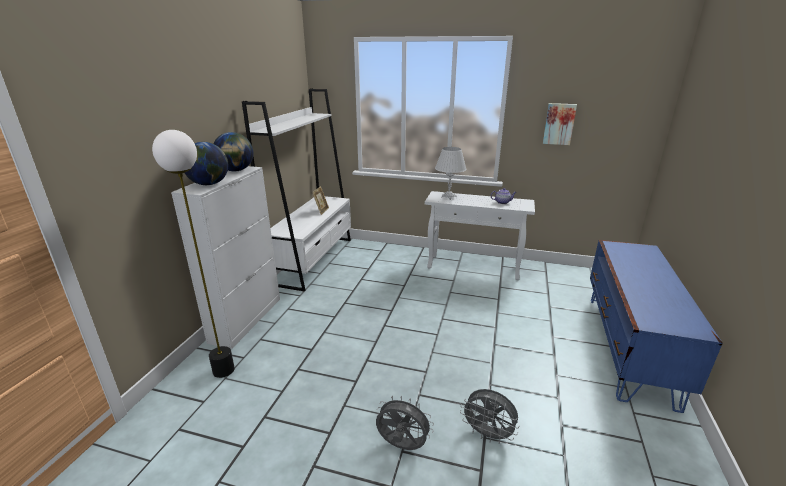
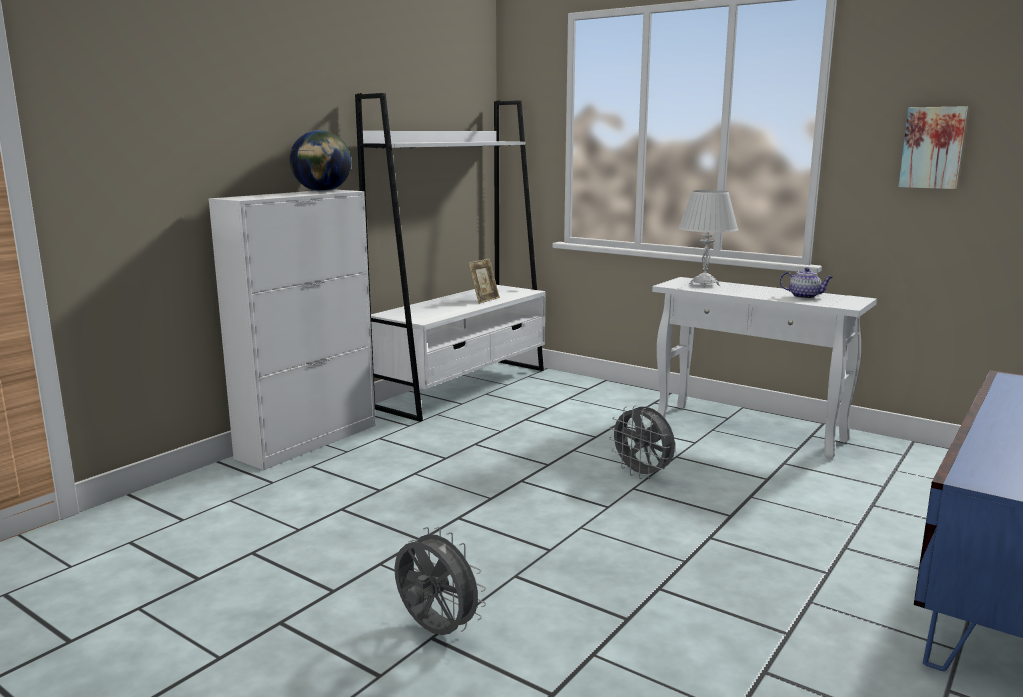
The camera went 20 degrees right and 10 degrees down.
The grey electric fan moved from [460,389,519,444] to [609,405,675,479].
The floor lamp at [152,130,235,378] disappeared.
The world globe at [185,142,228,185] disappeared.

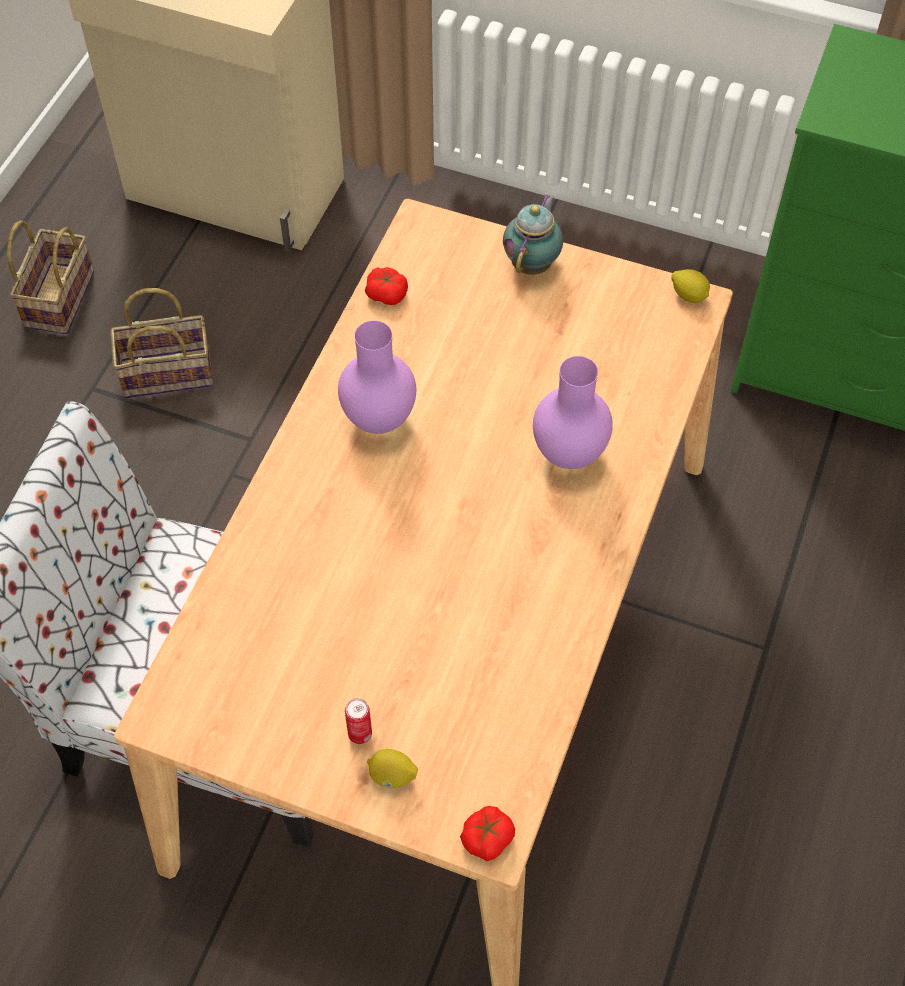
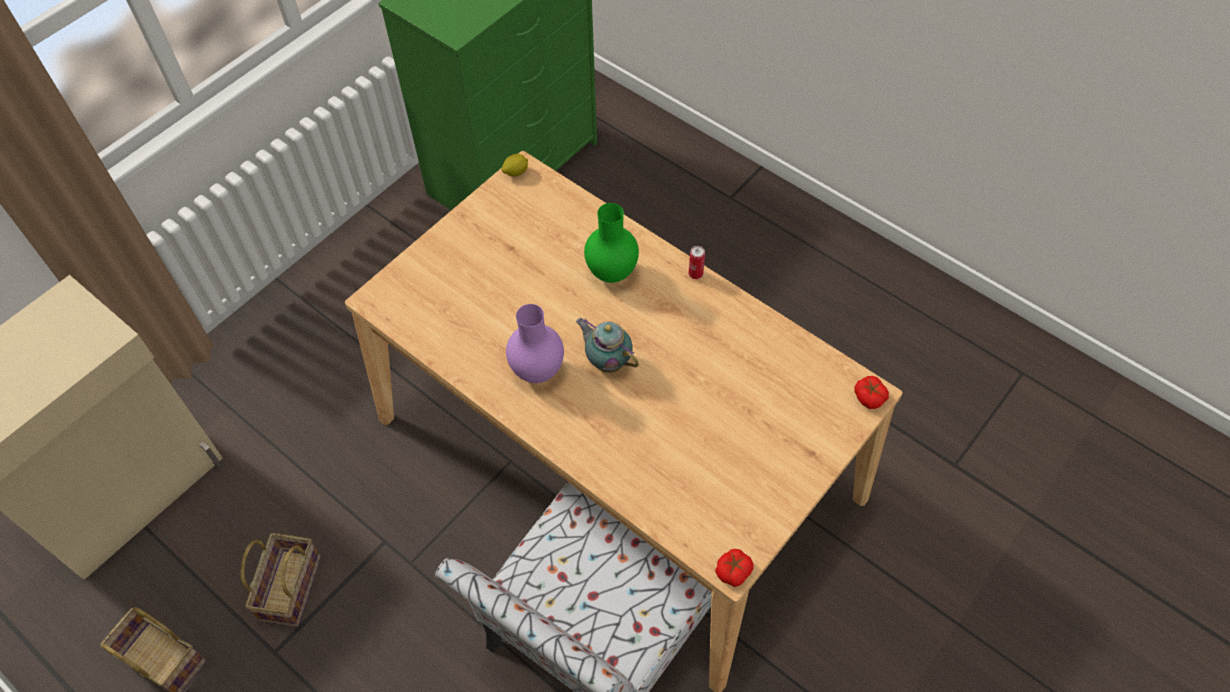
The camera went 70 degrees left and 0 degrees up.
The teapot moved from [503,195,563,275] to [576,318,639,373].
The purplish flower vase at [533,356,613,469] became the green flower vase at [584,203,639,283].
The sealed can moved from [345,698,372,744] to [689,246,705,279].
The whole tomato moved from [365,267,408,305] to [715,549,754,587].
The citrus fruit at [367,749,418,788] disappeared.

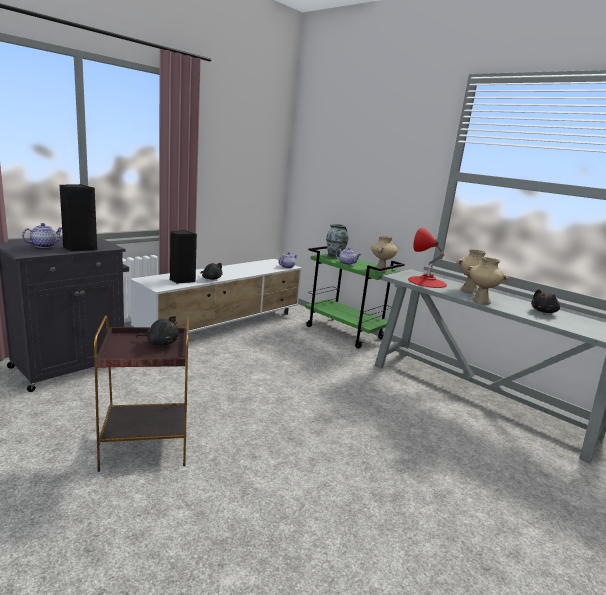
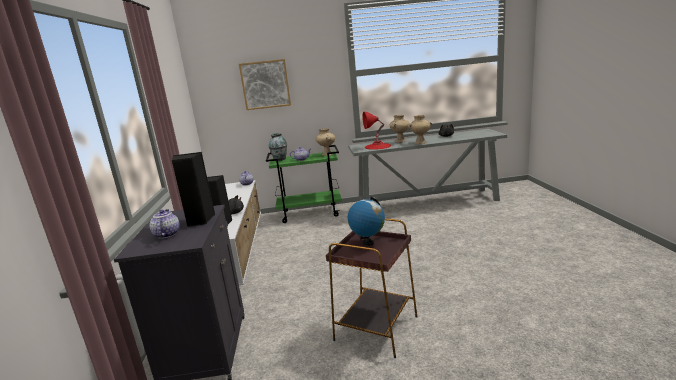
The camera went 45 degrees left and 0 degrees up.
The wall picture at [239,59,291,110] appeared.
The black cuddly toy at [136,316,179,346] was replaced by the world globe at [348,197,385,246].

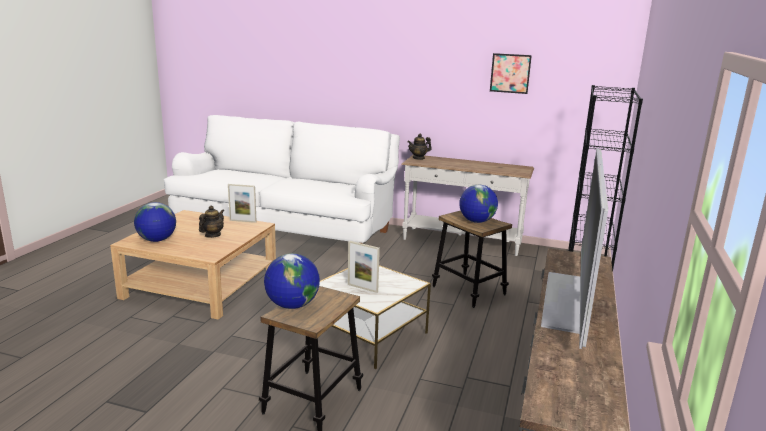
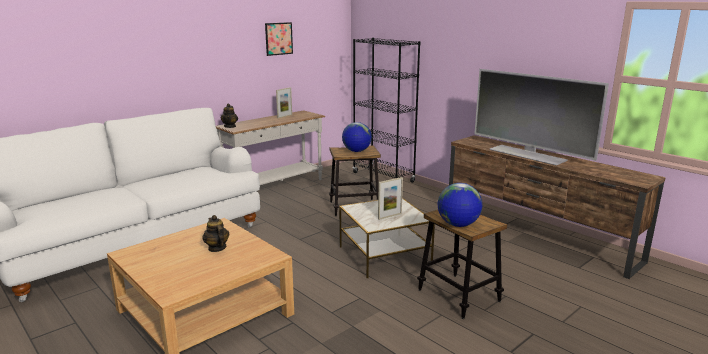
The camera went 60 degrees left and 0 degrees up.
The standing frame moved from [228,184,257,223] to [276,87,292,118].
The world globe at [134,202,176,242] disappeared.

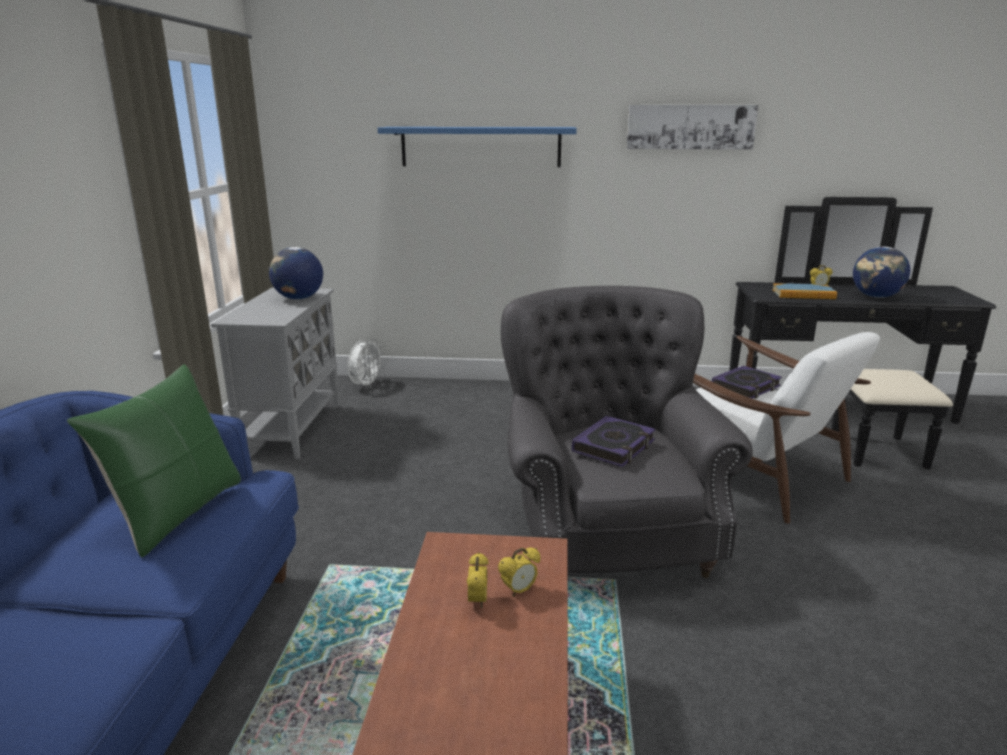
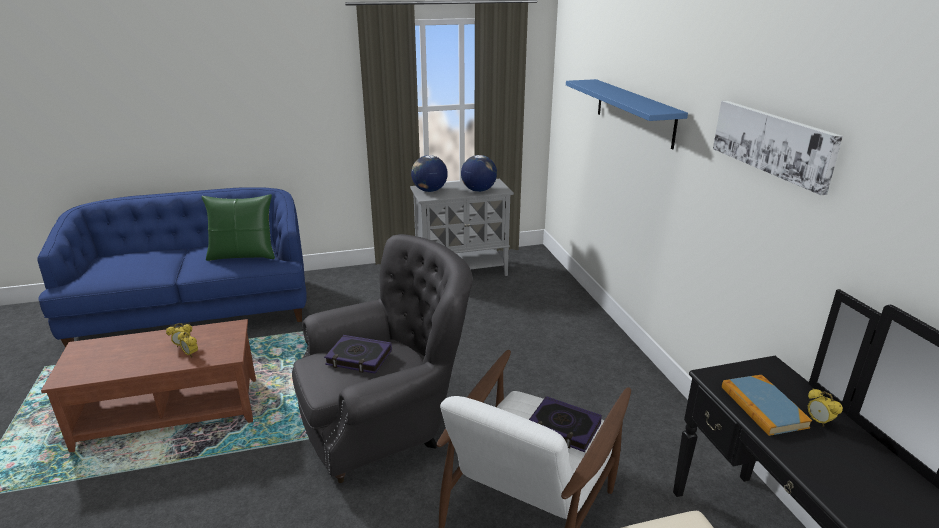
The camera went 70 degrees right and 5 degrees up.
The world globe moved from [853,247,910,298] to [411,155,448,192].
The whitish electric fan at [348,338,384,389] disappeared.

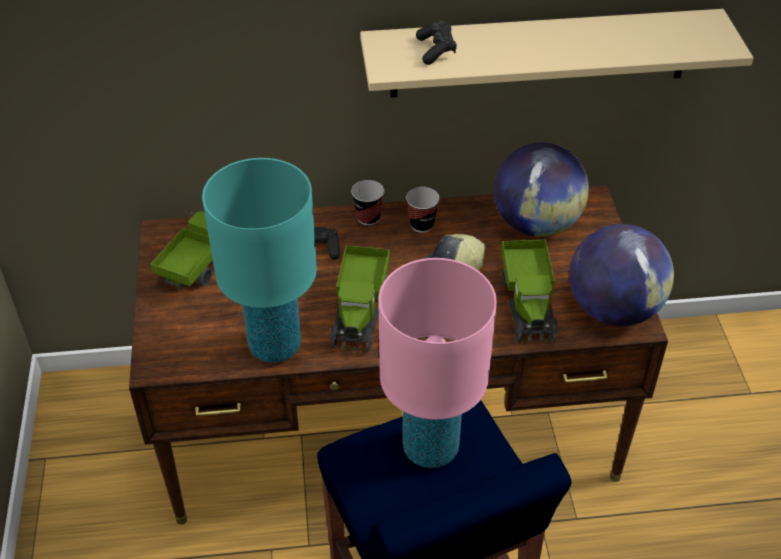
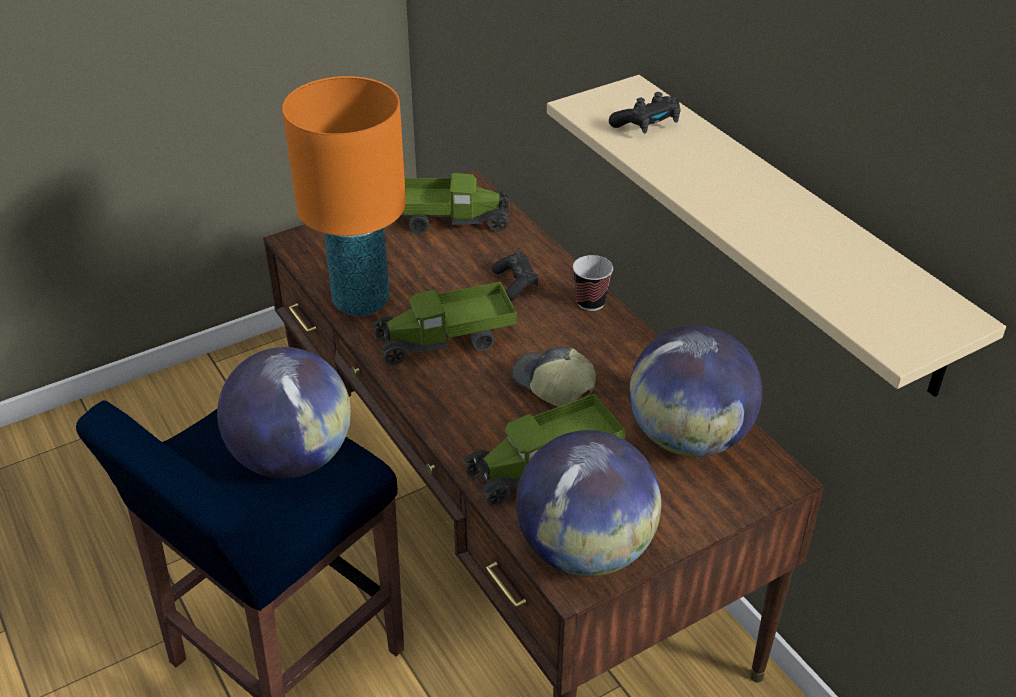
The camera went 65 degrees right and 5 degrees down.
The pinkish lamp for a table at [378,258,497,468] was replaced by the world globe at [217,347,351,479].
The turquoise-coloured lamp for a table at [202,158,317,363] became the orangey lamp for a table at [282,76,406,316].
The small cup at [406,187,439,233] disappeared.

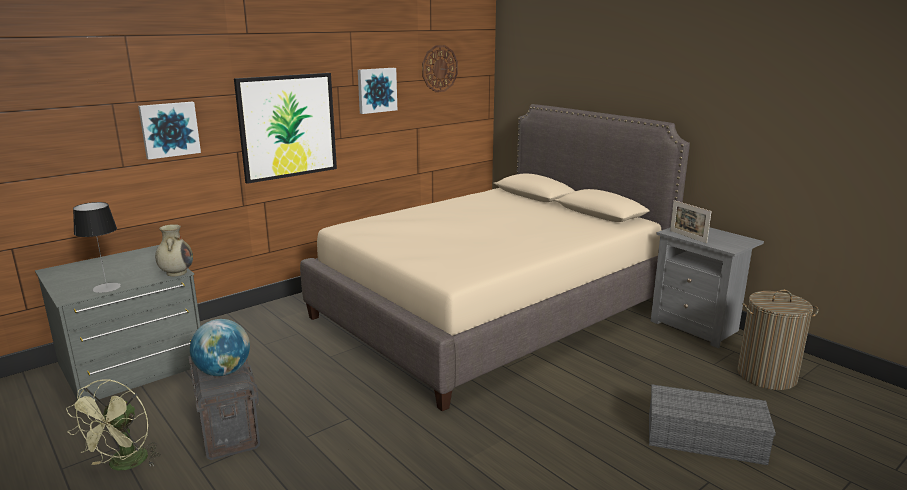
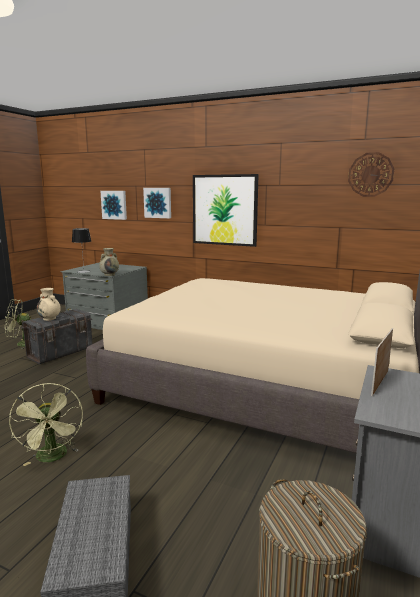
The camera went 65 degrees right and 5 degrees down.
The green electric fan at [9,383,83,466] appeared.
The world globe at [190,319,250,376] was replaced by the beige-coloured flower vase at [37,288,61,321].
The wall picture moved from [358,68,397,114] to [100,191,127,220].

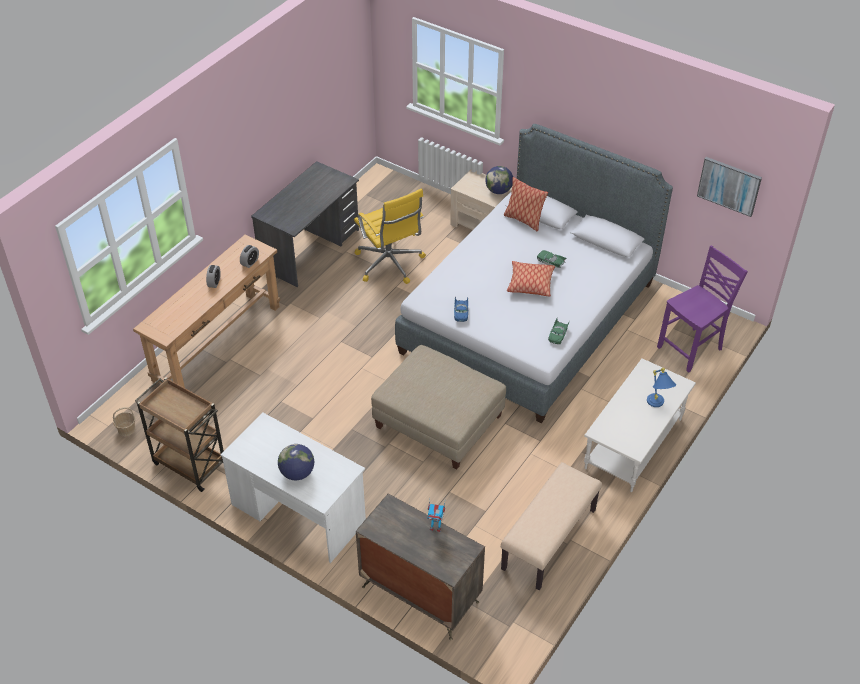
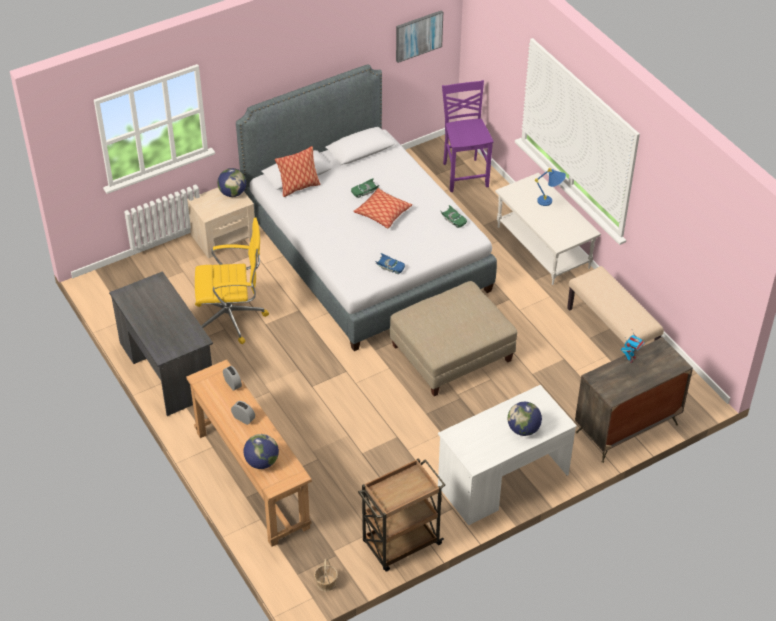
The camera went 65 degrees left and 0 degrees up.
The world globe at [244,434,279,469] appeared.

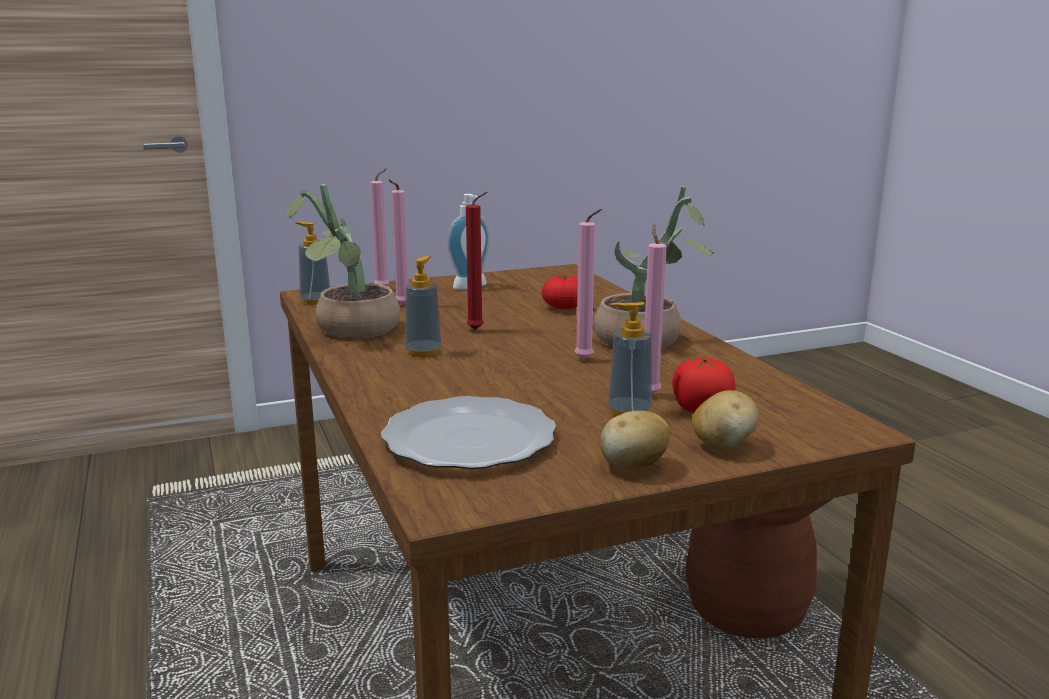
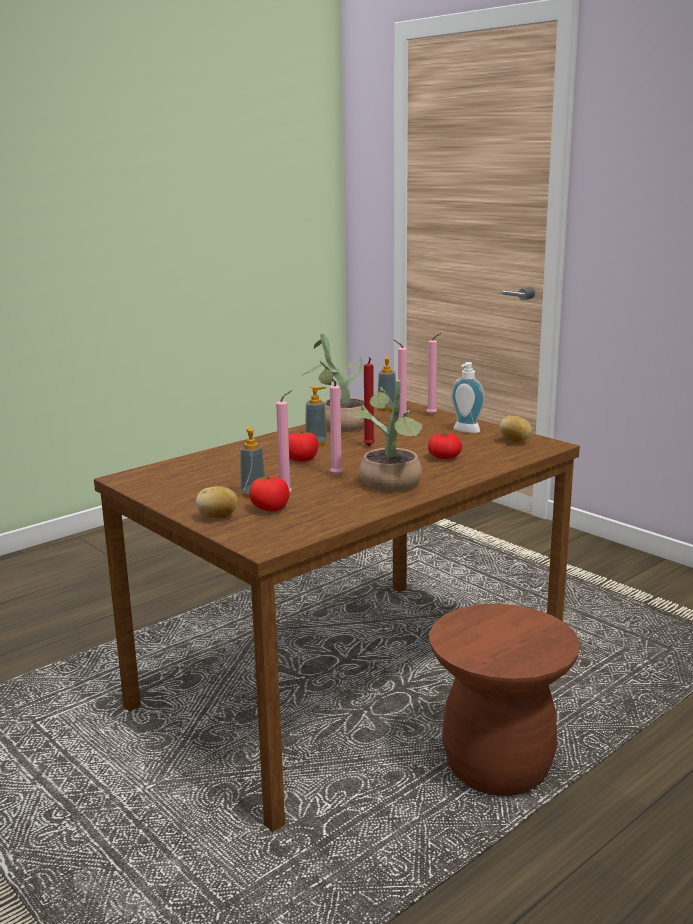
The camera went 70 degrees right and 0 degrees up.
The whole tomato at [289,431,319,462] appeared.
The potato moved from [600,411,670,469] to [500,416,532,443].
The dinner plate at [381,396,556,469] disappeared.

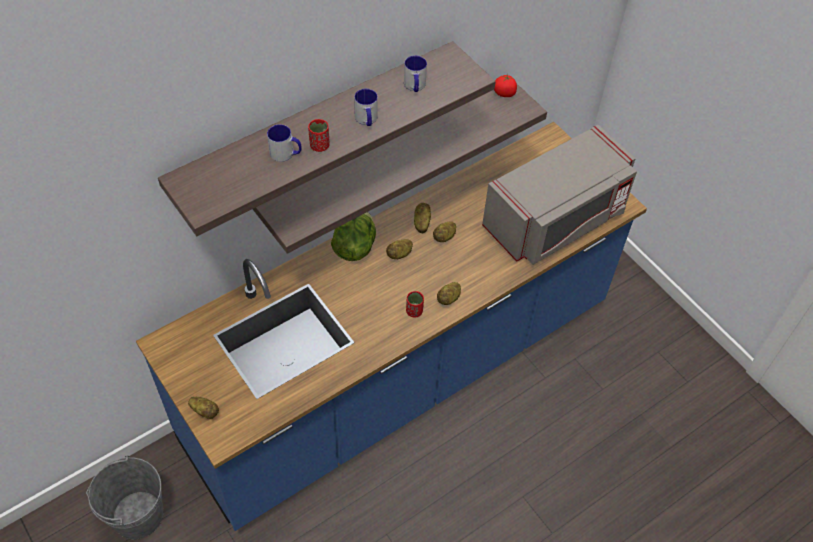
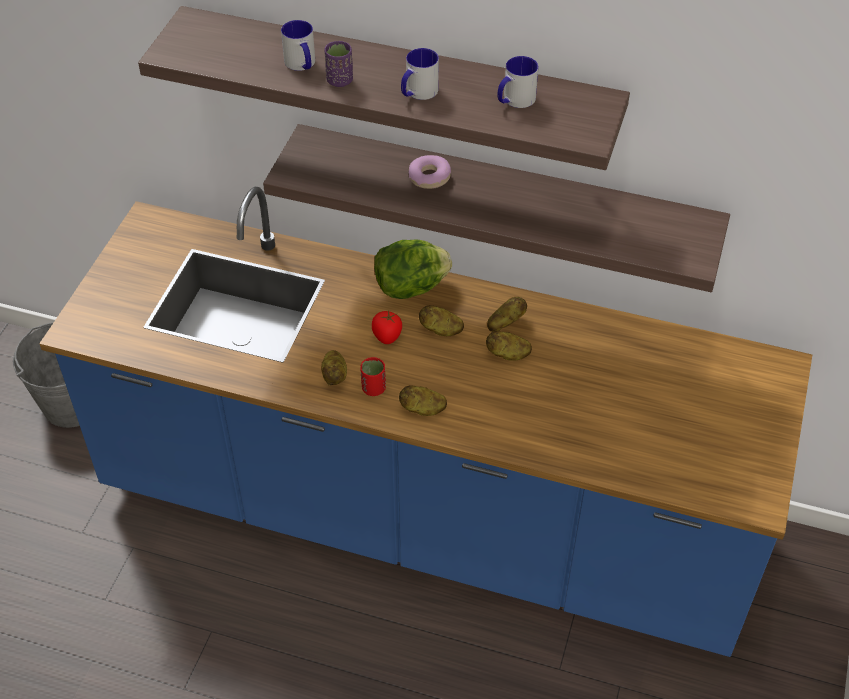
The camera went 55 degrees right and 5 degrees down.
The potato moved from [188,397,219,419] to [321,350,347,386].
The red-coloured small cup at [308,119,330,152] became the purplish small cup at [325,41,353,87].
The whole tomato moved from [494,74,517,97] to [372,310,402,344].
The donut at [409,155,451,189] appeared.
The grey microwave at [482,125,637,265] disappeared.

